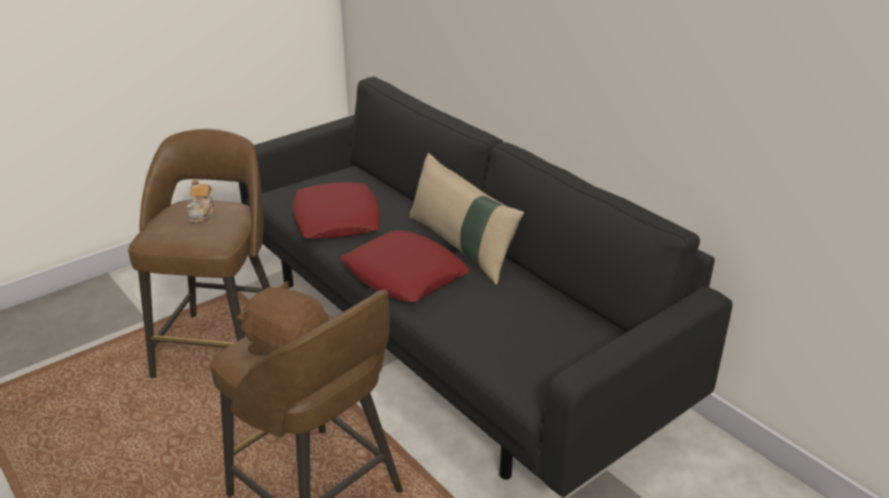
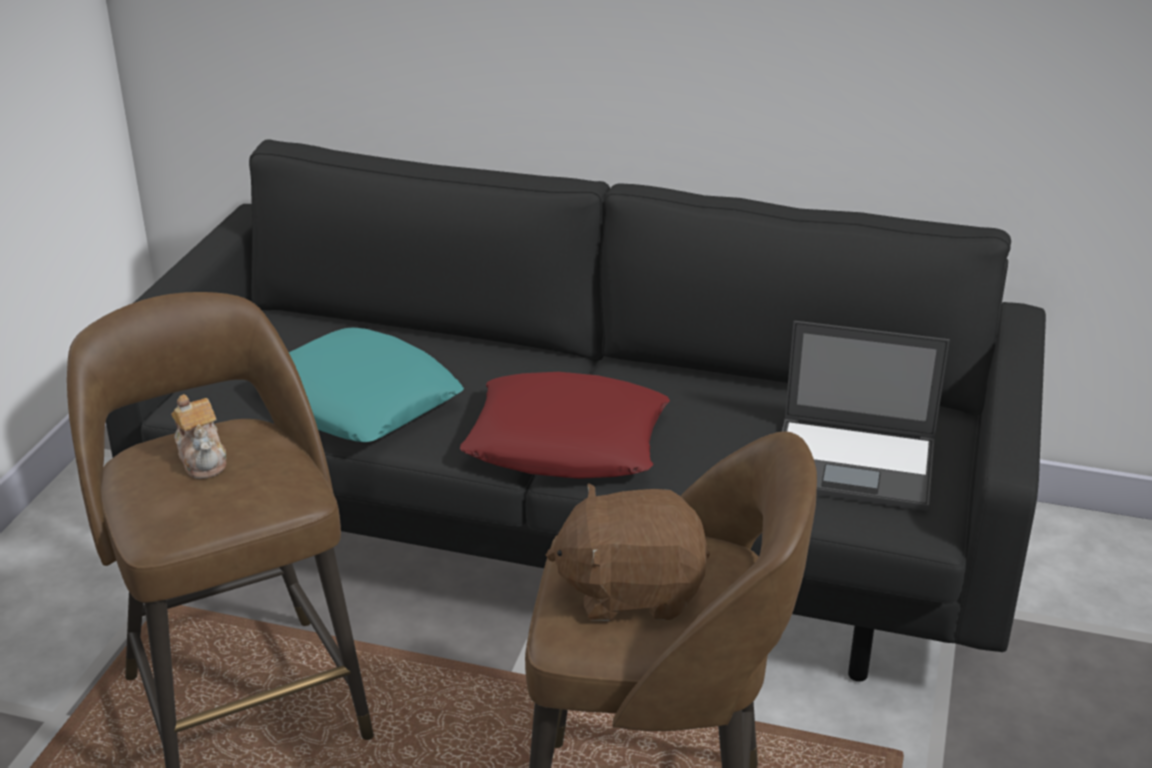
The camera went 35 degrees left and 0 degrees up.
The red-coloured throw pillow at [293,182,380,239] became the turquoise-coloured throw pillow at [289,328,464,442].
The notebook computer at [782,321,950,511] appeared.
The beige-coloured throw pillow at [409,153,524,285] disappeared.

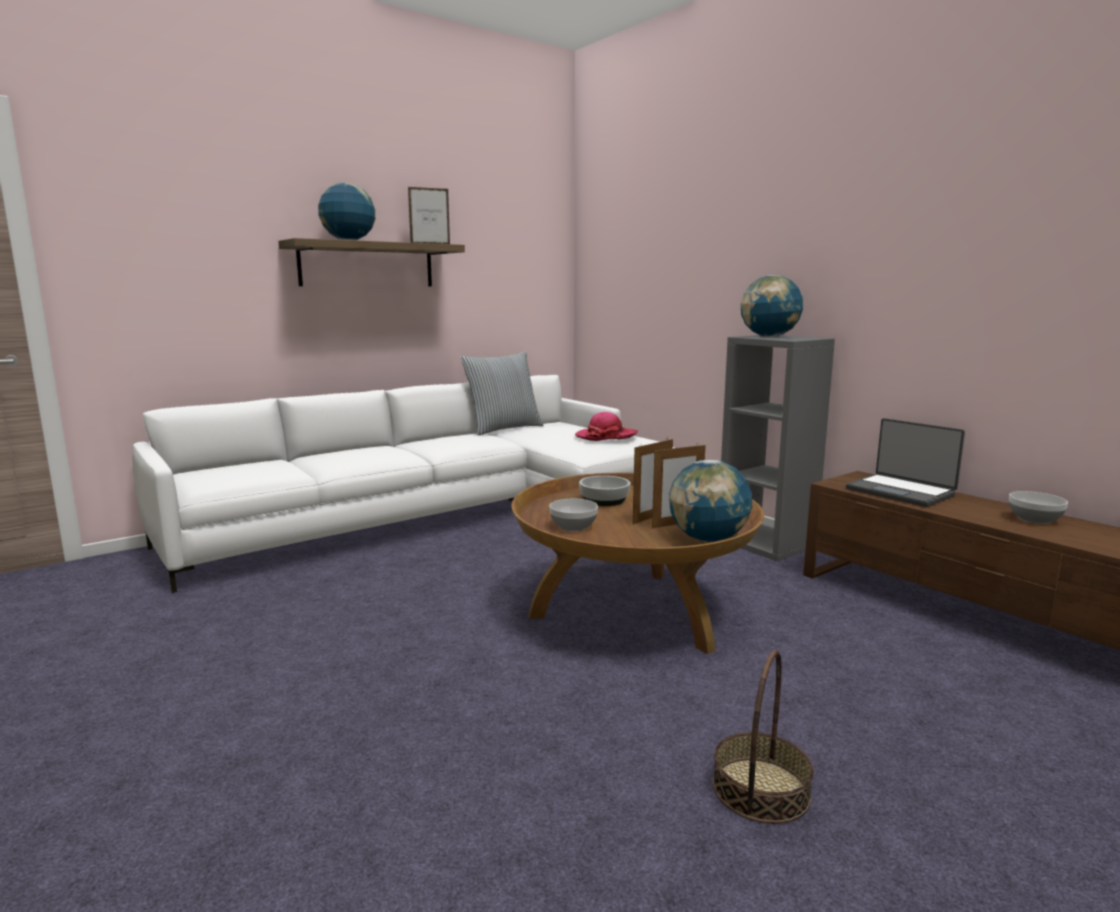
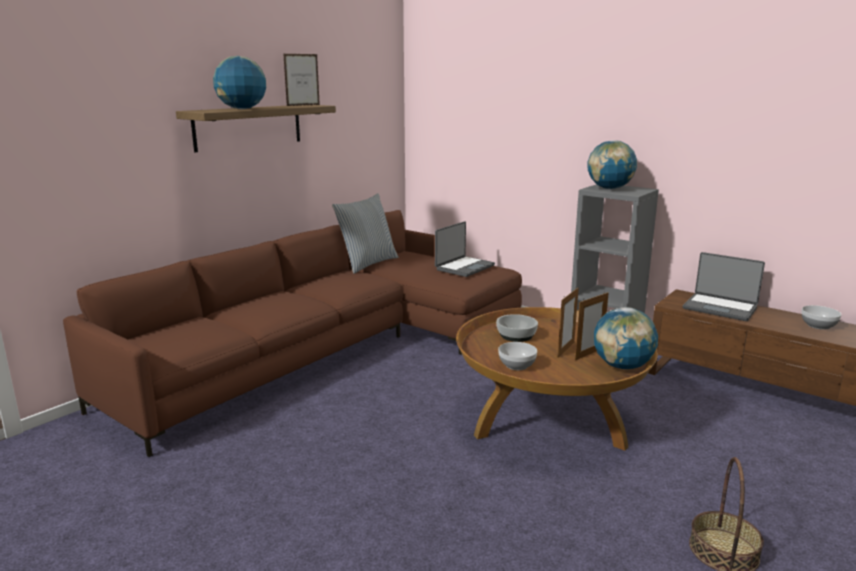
The camera went 15 degrees left and 5 degrees up.
The whitish couch at [132,375,674,593] became the brown couch at [63,210,522,457].
The wearable hat at [575,412,638,441] was replaced by the notebook computer at [435,221,495,277].

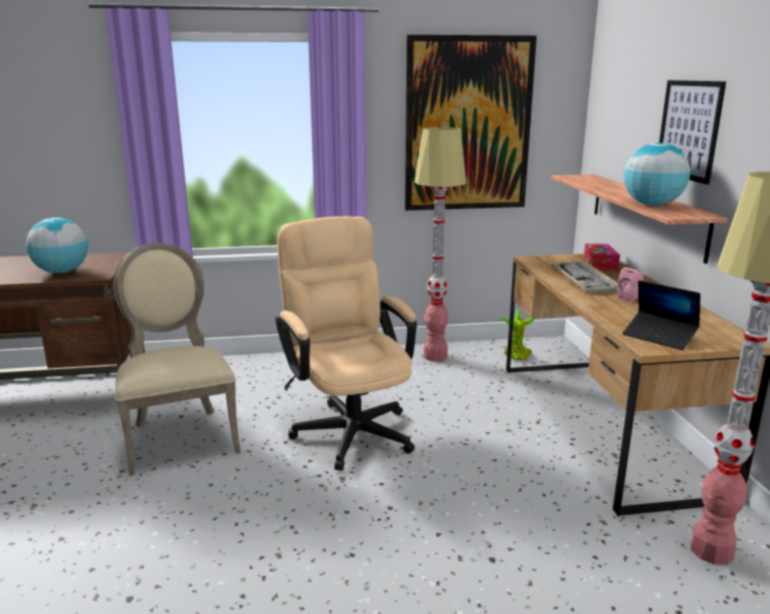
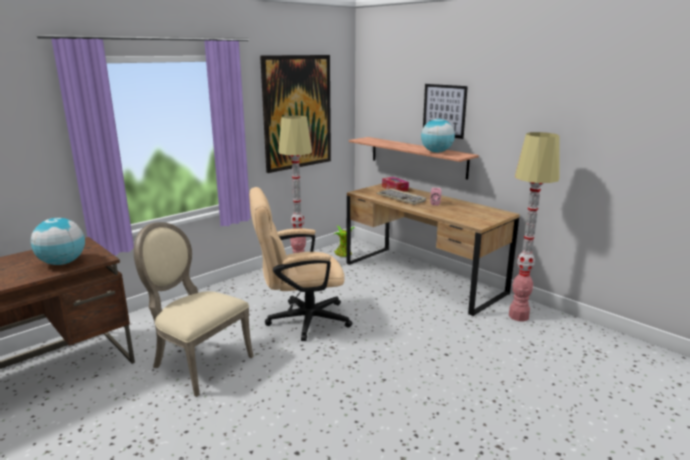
The camera went 35 degrees left and 0 degrees up.
The beige-coloured desk chair at [275,216,417,471] turned 45 degrees counterclockwise.
The notebook computer at [622,280,701,350] disappeared.

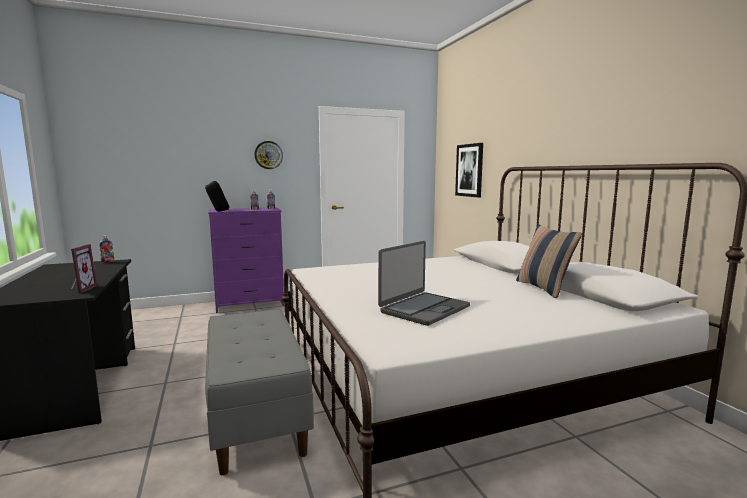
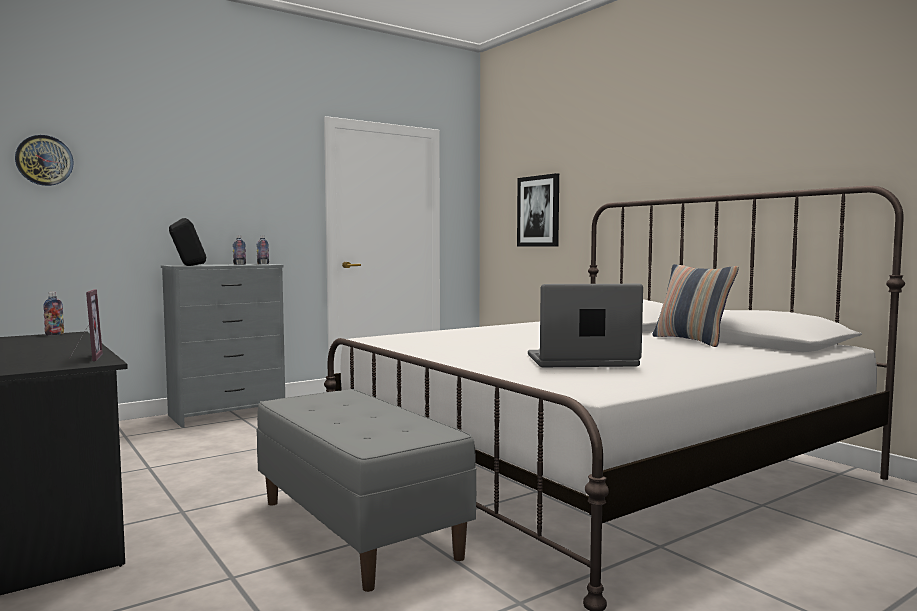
The camera went 15 degrees left and 5 degrees down.
The hanging clock moved from [254,141,283,169] to [15,135,74,186].
The purplish drawer chest at [208,207,284,313] became the grey drawer chest at [161,264,285,428].
The notebook computer at [378,241,470,326] turned 120 degrees counterclockwise.

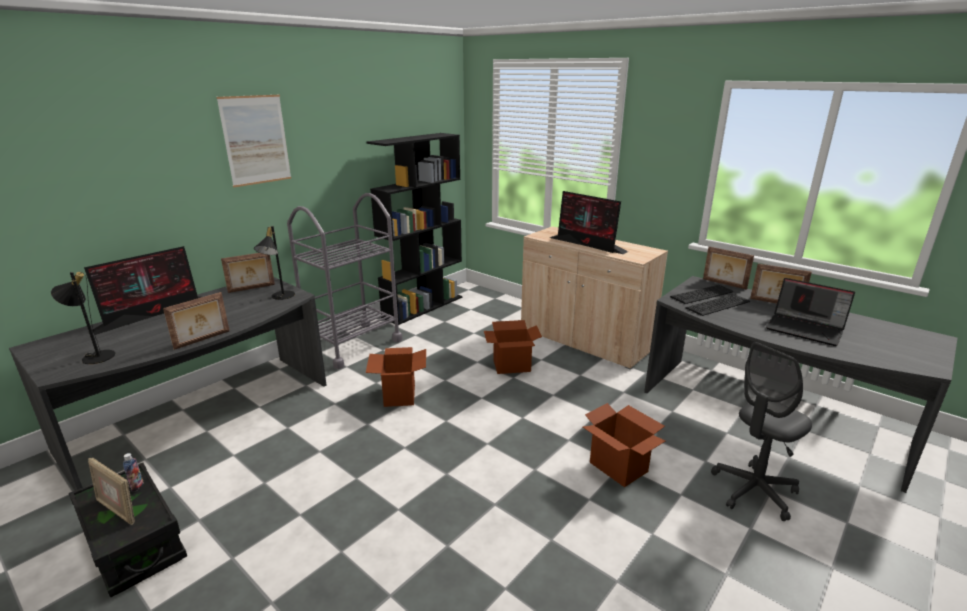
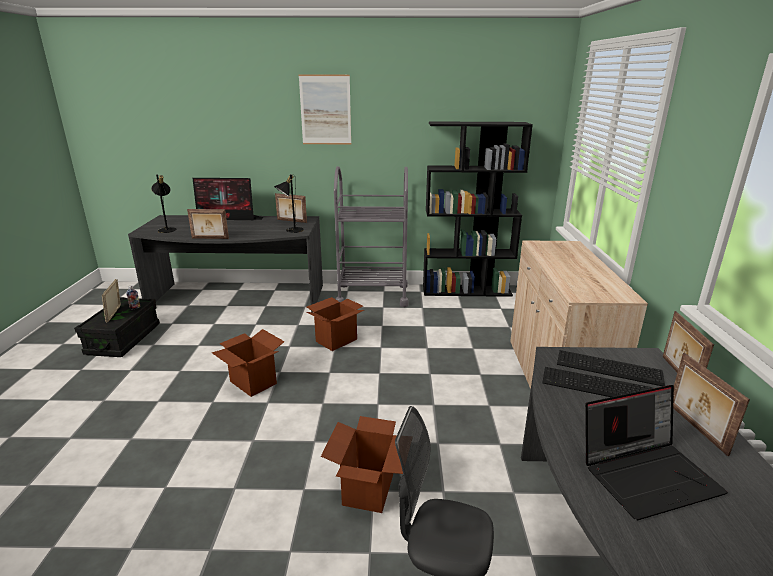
The camera went 50 degrees right and 0 degrees up.
The carton moved from [484,320,542,374] to [212,329,285,397].
The notebook computer at [766,278,855,346] turned 105 degrees counterclockwise.
The computer display at [550,191,628,254] disappeared.

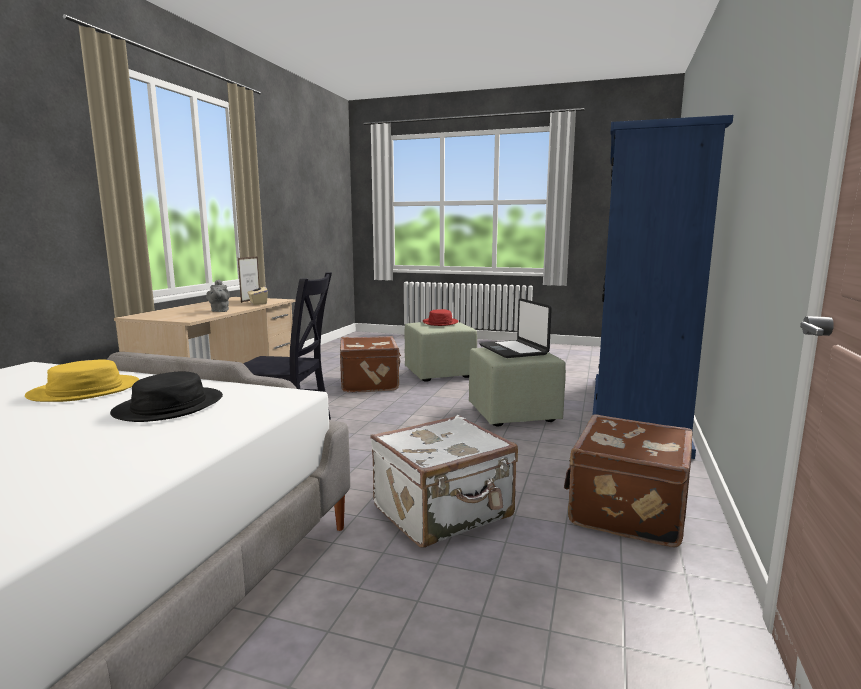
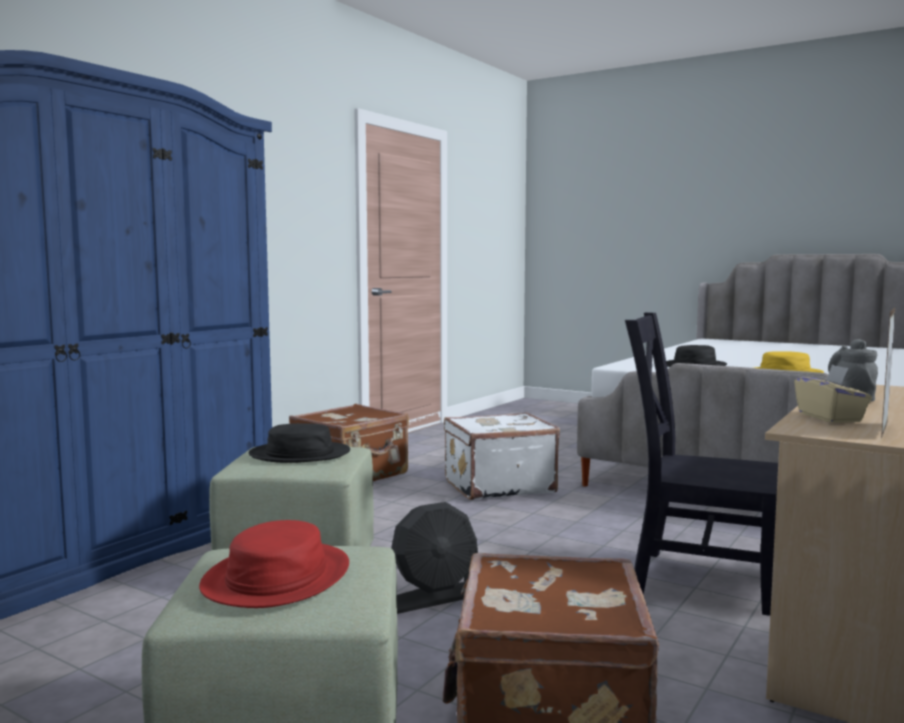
The camera went 165 degrees left and 5 degrees down.
The notebook computer at [479,298,552,358] was replaced by the black wearable hat at [249,423,350,463].
The black electric fan at [391,502,478,614] appeared.

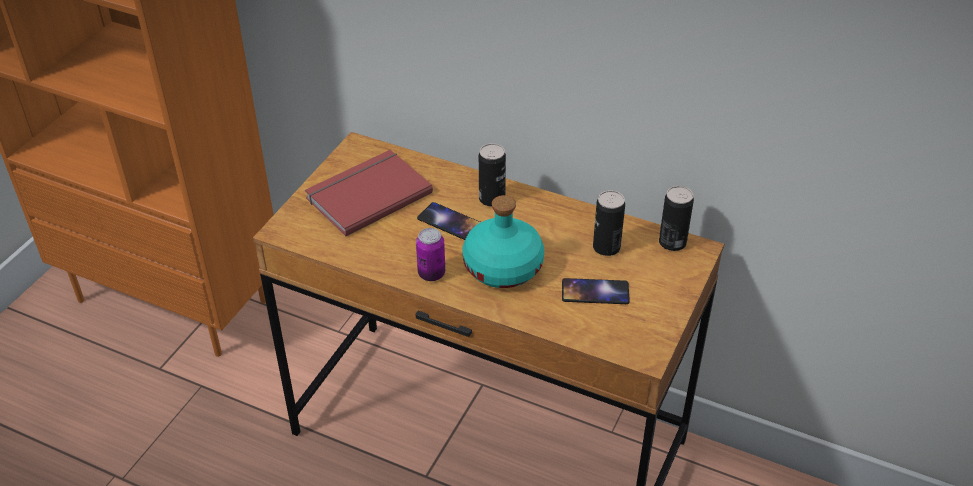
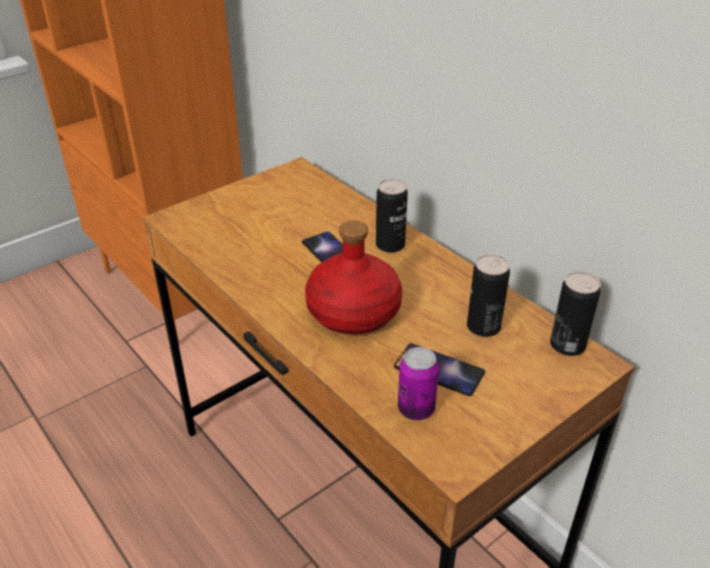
The camera went 25 degrees right and 5 degrees down.
The turquoise-coloured beverage bottle at [462,195,544,288] became the red-coloured beverage bottle at [305,220,402,335].
The sealed can moved from [416,228,445,281] to [398,347,439,420].
The red-coloured volume at [305,150,433,236] disappeared.

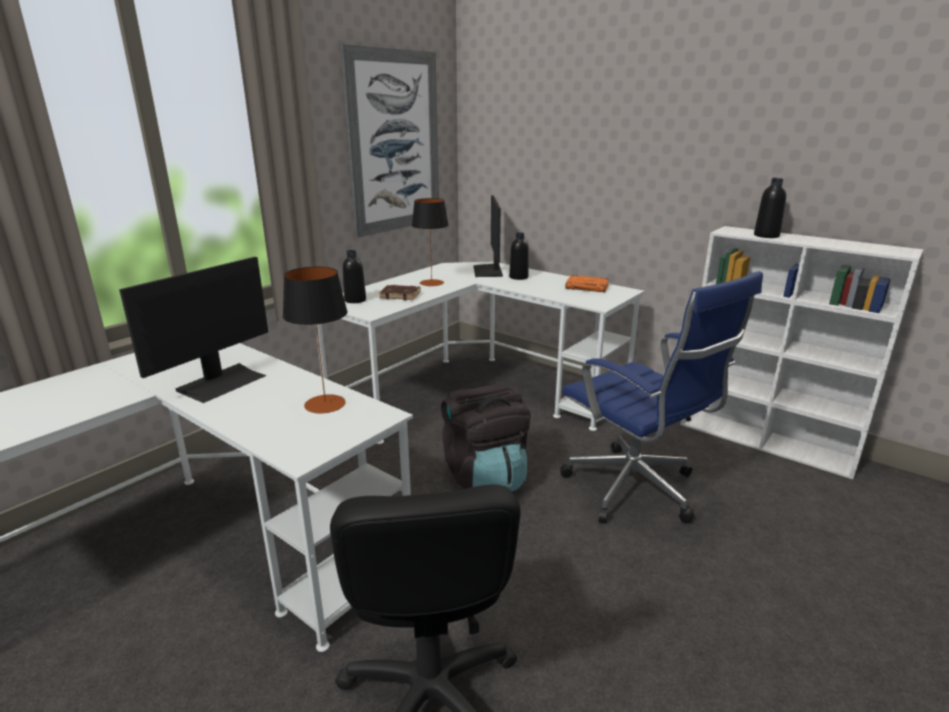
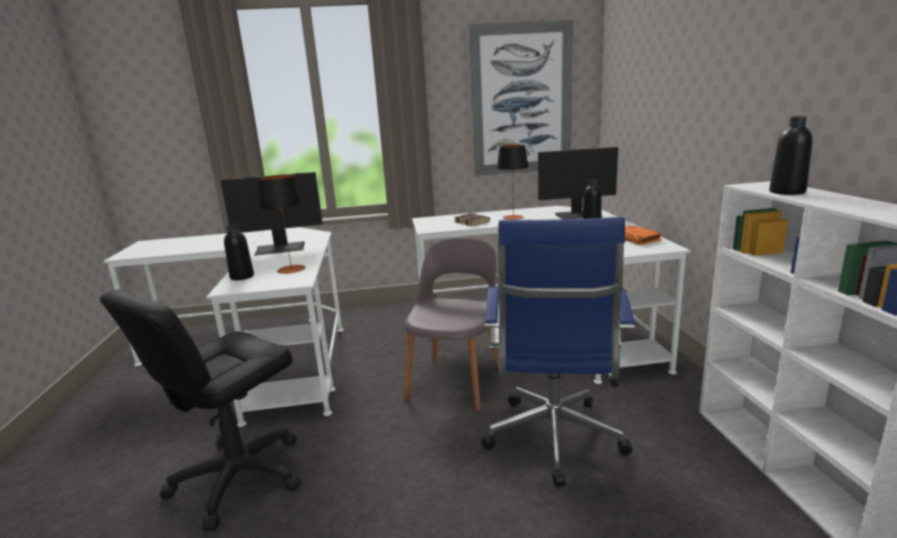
The camera went 45 degrees right and 5 degrees down.
The black beverage bottle moved from [343,250,366,303] to [224,224,254,280].
The black backpack at [441,385,530,492] was replaced by the grey chair at [404,237,499,411].
The computer display at [473,195,503,277] turned 135 degrees counterclockwise.

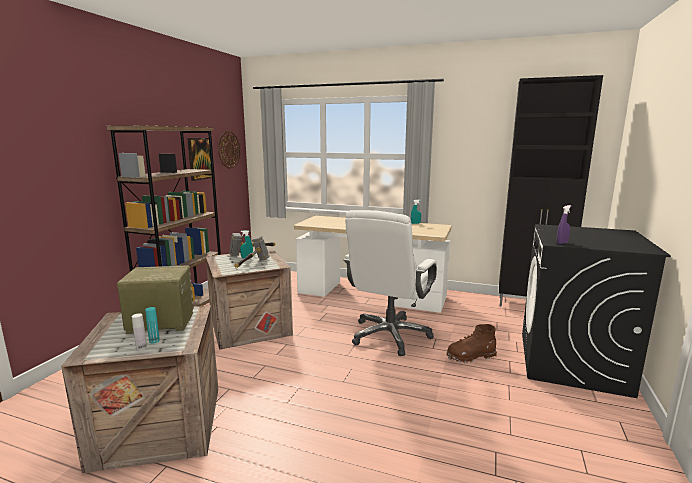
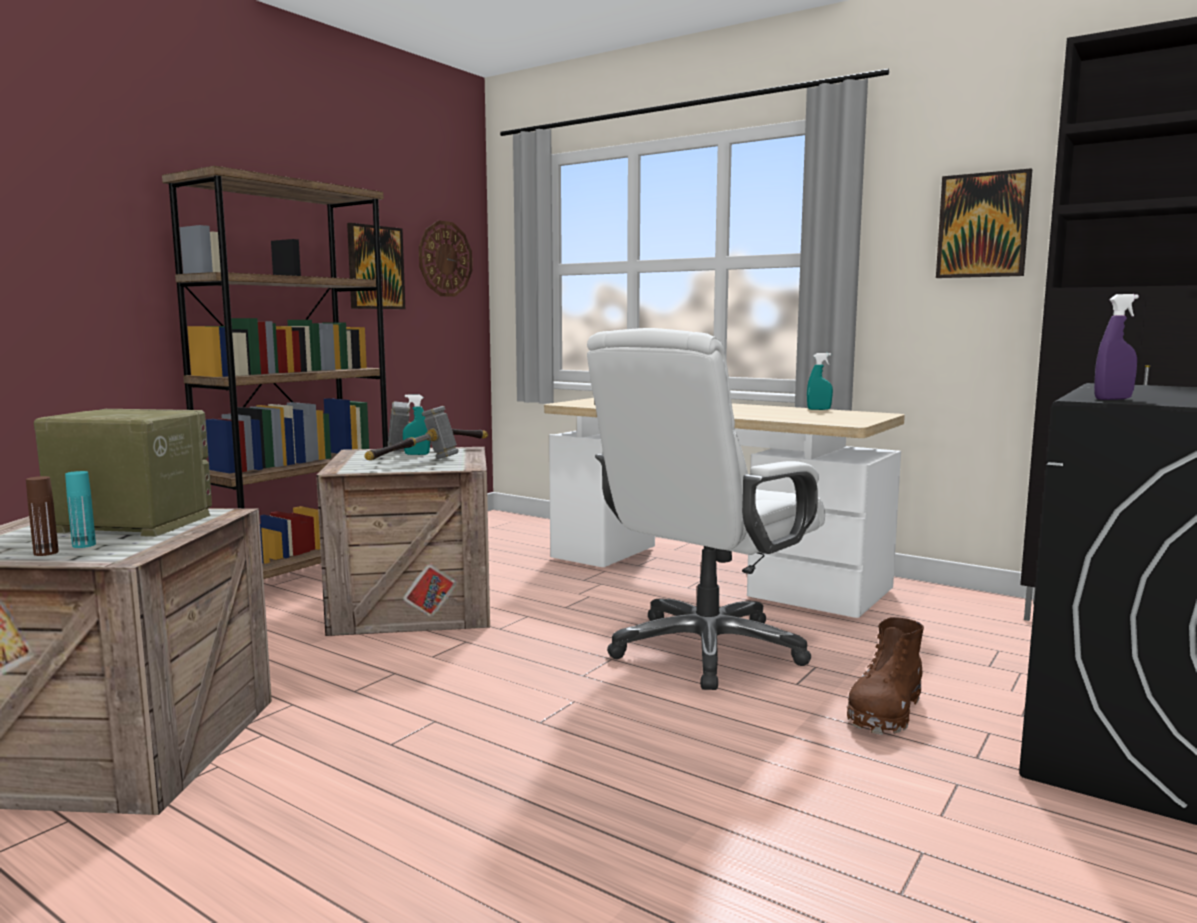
The camera went 15 degrees right and 5 degrees down.
The whitish beverage bottle at [132,314,147,351] became the brown beverage bottle at [26,476,59,556].
The brown boot at [447,324,497,363] turned 60 degrees counterclockwise.
The wall picture at [936,168,1032,278] appeared.

